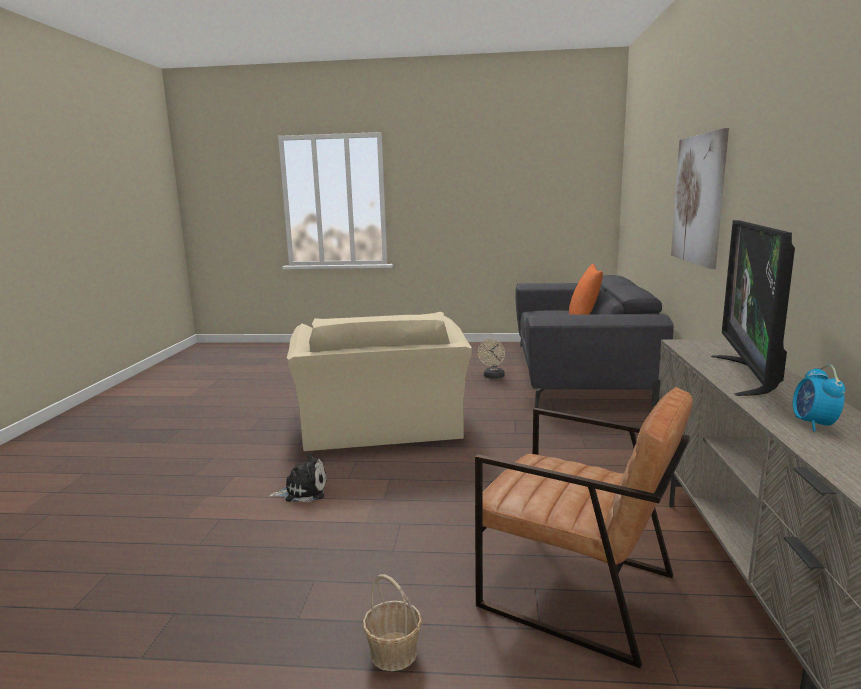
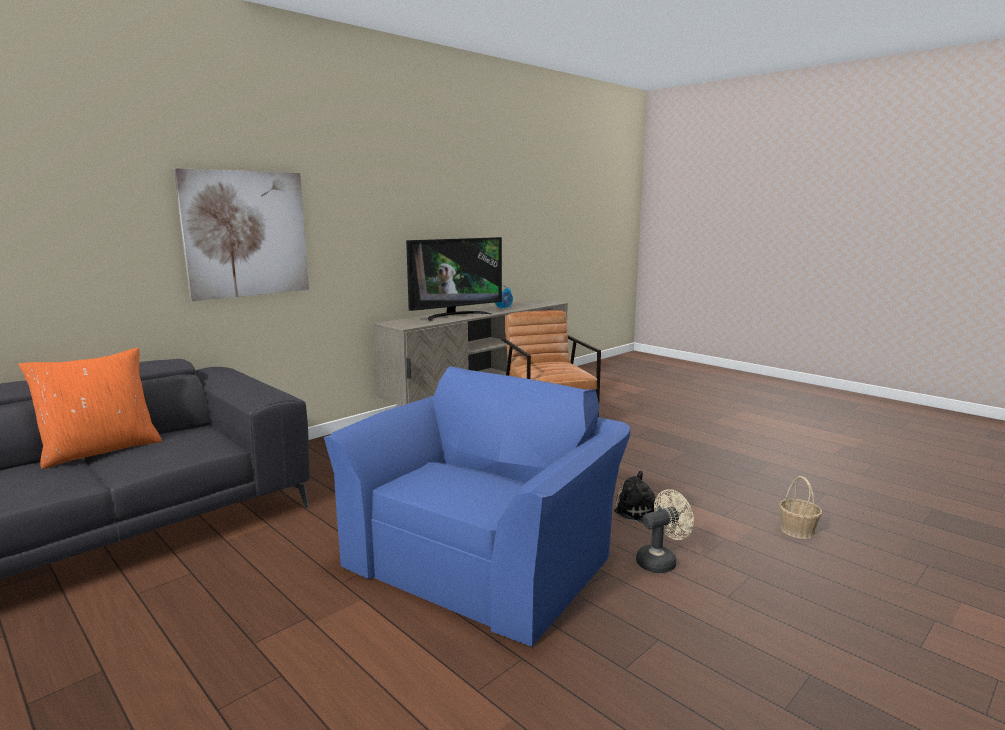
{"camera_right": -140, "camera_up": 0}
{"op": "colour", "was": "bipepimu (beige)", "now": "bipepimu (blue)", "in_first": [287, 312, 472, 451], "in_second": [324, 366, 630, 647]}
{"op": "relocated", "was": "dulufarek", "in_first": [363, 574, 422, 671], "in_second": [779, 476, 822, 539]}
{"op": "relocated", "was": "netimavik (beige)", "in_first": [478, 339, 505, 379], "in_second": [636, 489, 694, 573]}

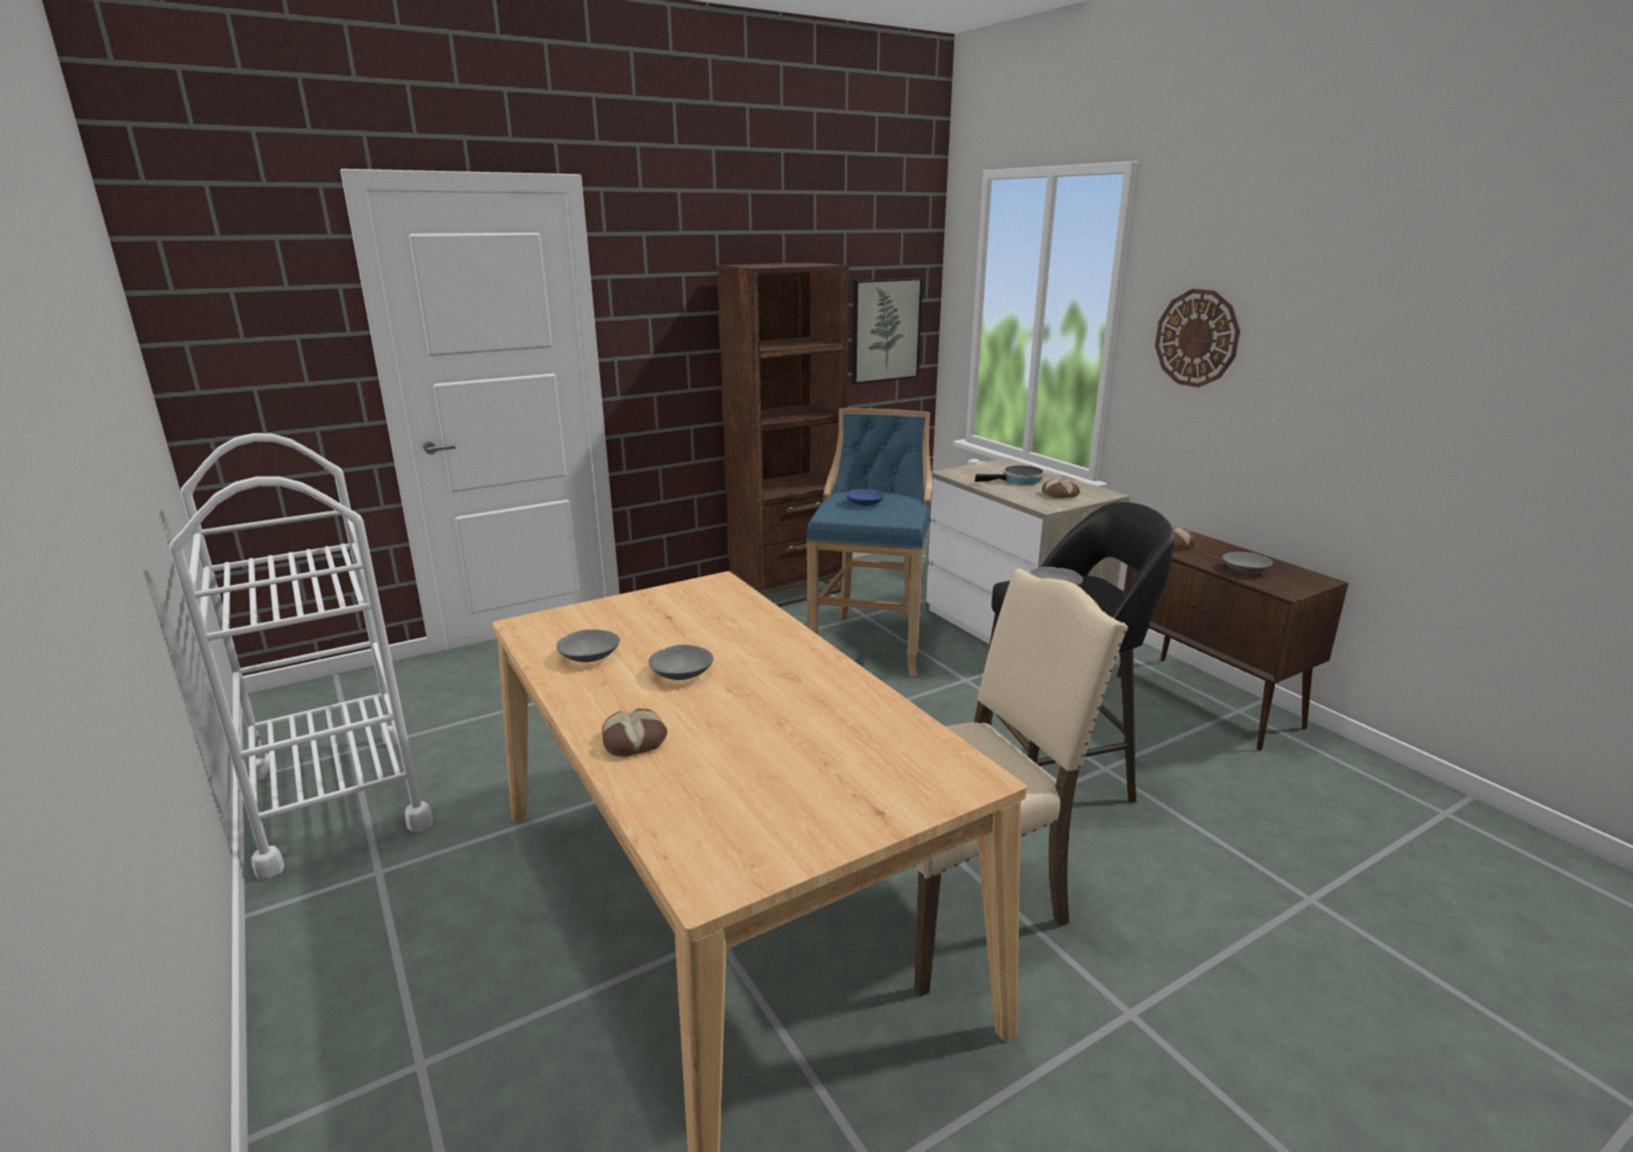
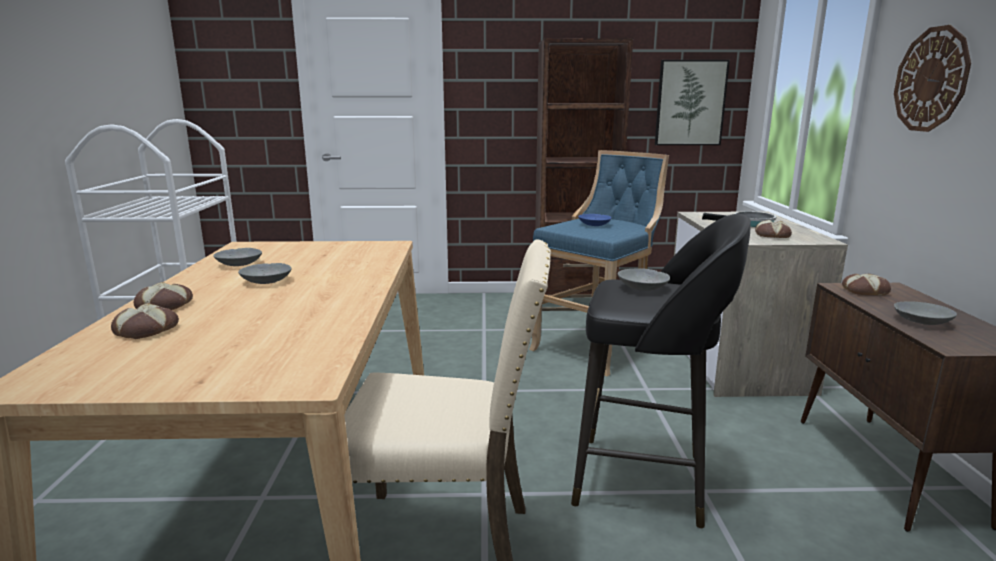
{"camera_right": 30, "camera_up": -5}
{"op": "appeared", "now": "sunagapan", "in_second": [111, 303, 179, 339]}

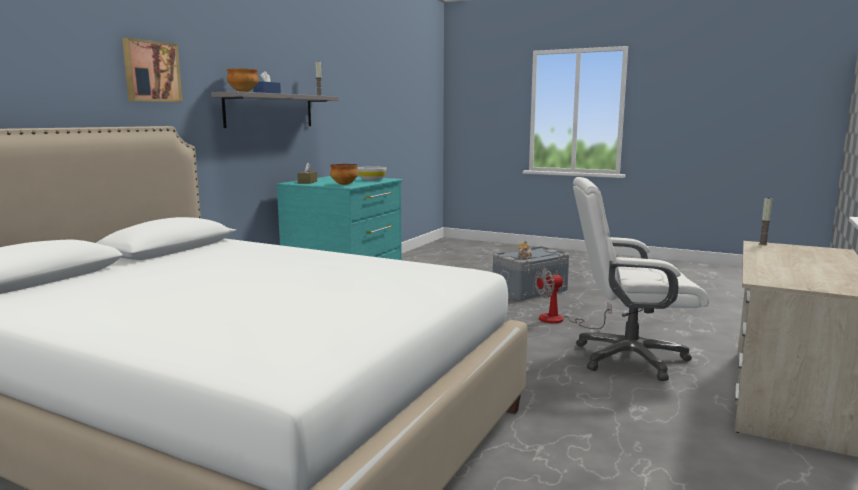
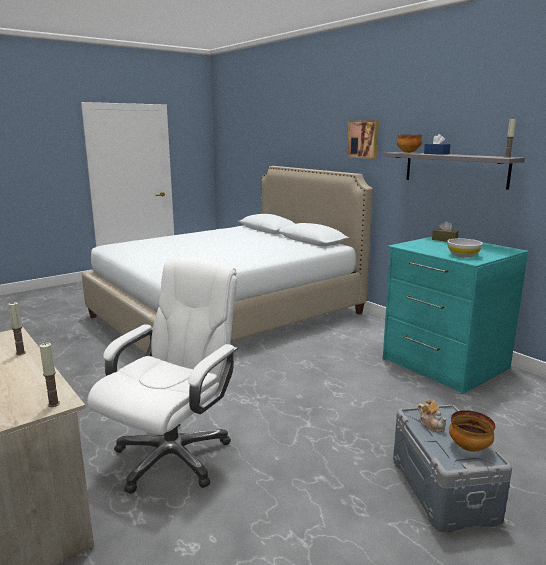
{"camera_right": 115, "camera_up": 5}
{"op": "relocated", "was": "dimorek", "in_first": [330, 164, 358, 185], "in_second": [449, 410, 495, 452]}
{"op": "missing", "was": "netimavik", "in_first": [534, 268, 612, 329]}
{"op": "appeared", "now": "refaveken", "in_second": [8, 302, 26, 355]}

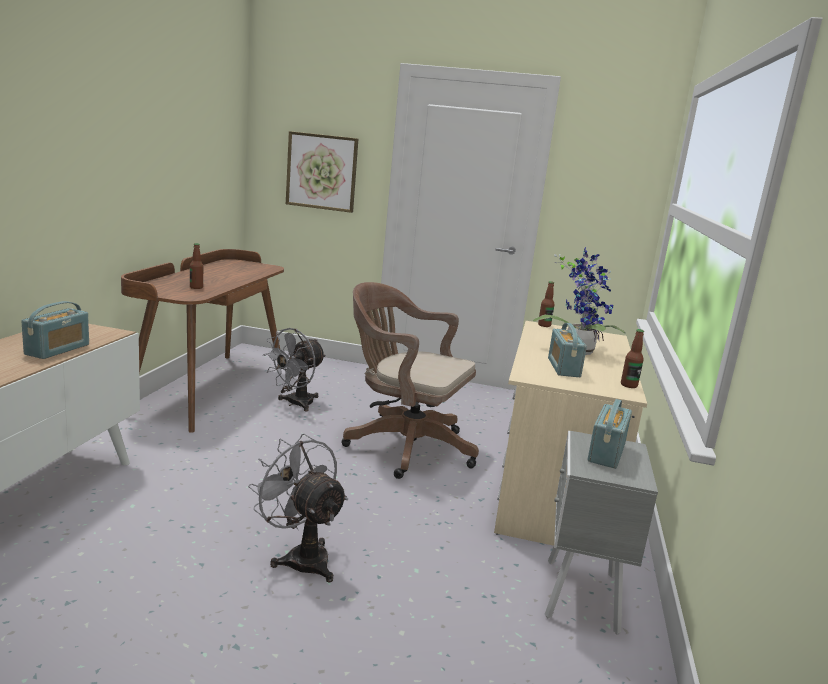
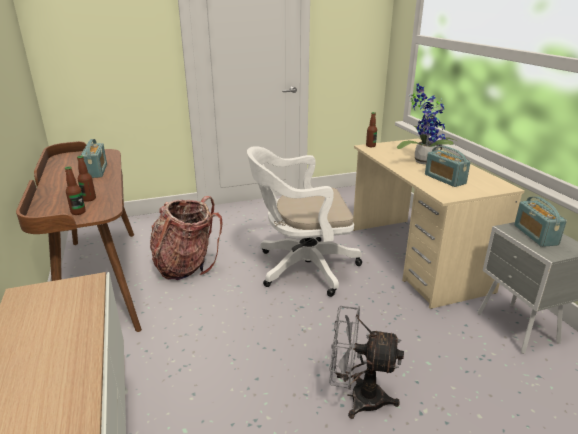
{"camera_right": -30, "camera_up": 10}
{"op": "relocated", "was": "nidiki", "in_first": [21, 301, 89, 359], "in_second": [80, 139, 107, 178]}
{"op": "exchanged", "was": "netimavik (grey)", "now": "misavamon", "in_first": [263, 328, 326, 411], "in_second": [150, 196, 223, 280]}
{"op": "missing", "was": "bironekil", "in_first": [286, 131, 358, 213]}
{"op": "colour", "was": "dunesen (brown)", "now": "dunesen (white)", "in_first": [341, 282, 479, 479], "in_second": [247, 146, 362, 297]}
{"op": "relocated", "was": "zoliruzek", "in_first": [621, 329, 644, 388], "in_second": [65, 167, 86, 215]}

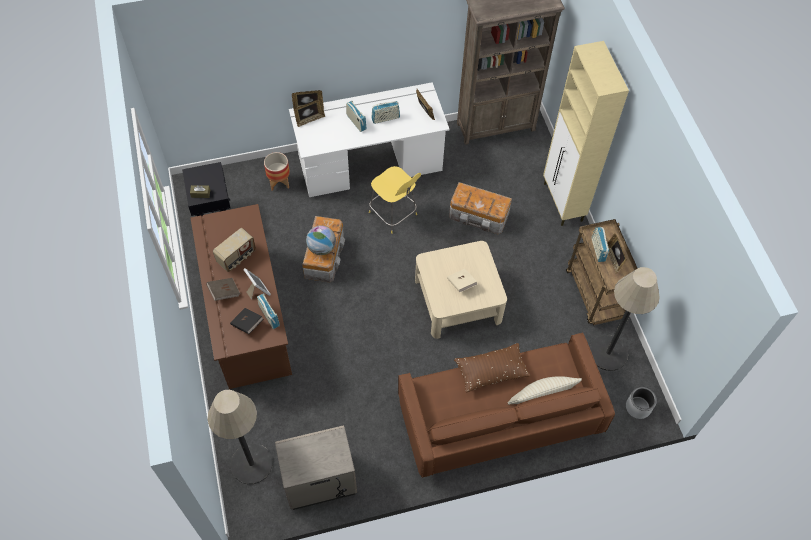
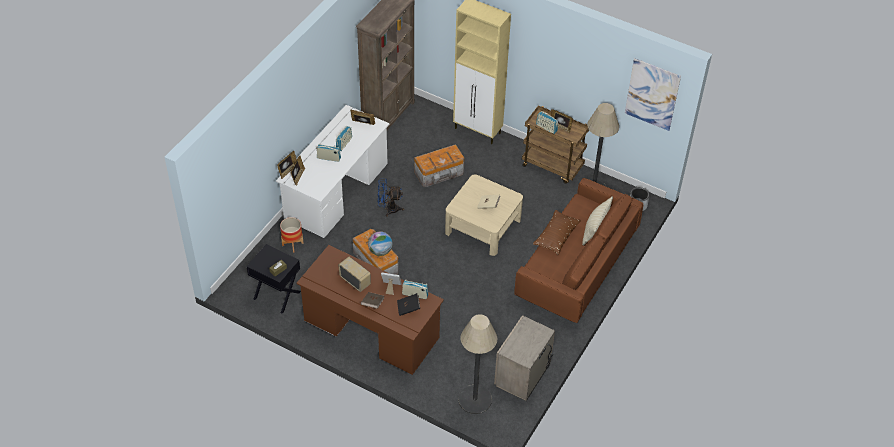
{"camera_right": -45, "camera_up": -10}
{"op": "spun", "was": "nidiki", "in_first": [213, 228, 256, 272], "in_second": [338, 257, 371, 292], "clockwise": -45}
{"op": "exchanged", "was": "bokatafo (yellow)", "now": "netimavik (blue)", "in_first": [369, 166, 421, 234], "in_second": [378, 179, 404, 217]}
{"op": "appeared", "now": "bironekil", "in_second": [625, 58, 681, 131]}

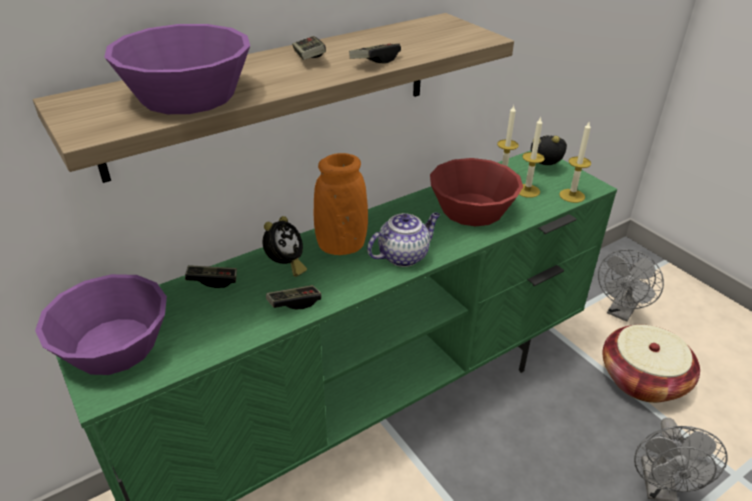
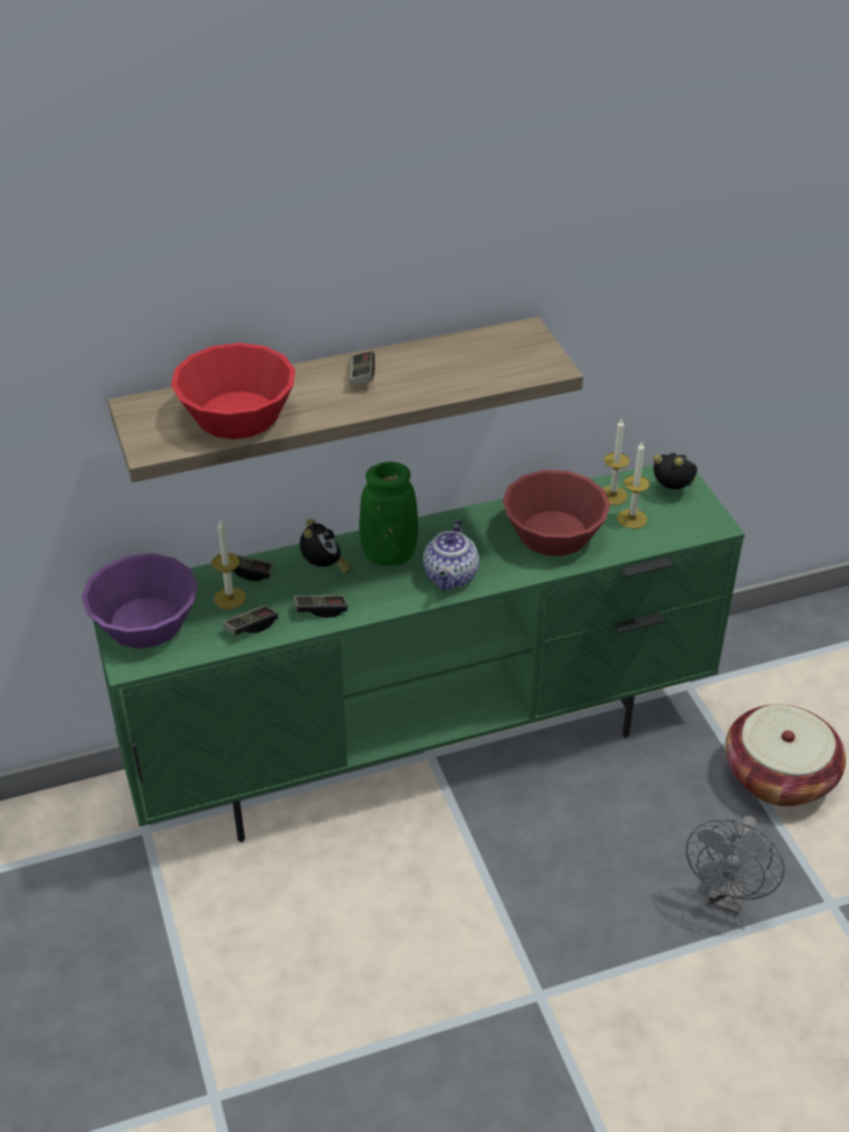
{"camera_right": 15, "camera_up": 5}
{"op": "colour", "was": "dimorek (purple)", "now": "dimorek (red)", "in_first": [104, 24, 250, 114], "in_second": [171, 343, 295, 439]}
{"op": "spun", "was": "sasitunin", "in_first": [262, 216, 307, 277], "in_second": [300, 519, 350, 574], "clockwise": -45}
{"op": "colour", "was": "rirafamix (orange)", "now": "rirafamix (green)", "in_first": [314, 153, 368, 255], "in_second": [359, 462, 418, 566]}
{"op": "relocated", "was": "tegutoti", "in_first": [349, 43, 401, 64], "in_second": [222, 605, 278, 635]}
{"op": "spun", "was": "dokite", "in_first": [367, 213, 440, 267], "in_second": [423, 520, 479, 591], "clockwise": 120}
{"op": "relocated", "was": "refaveken", "in_first": [559, 122, 591, 203], "in_second": [212, 519, 246, 610]}
{"op": "missing", "was": "netimavik (grey)", "in_first": [598, 249, 664, 322]}

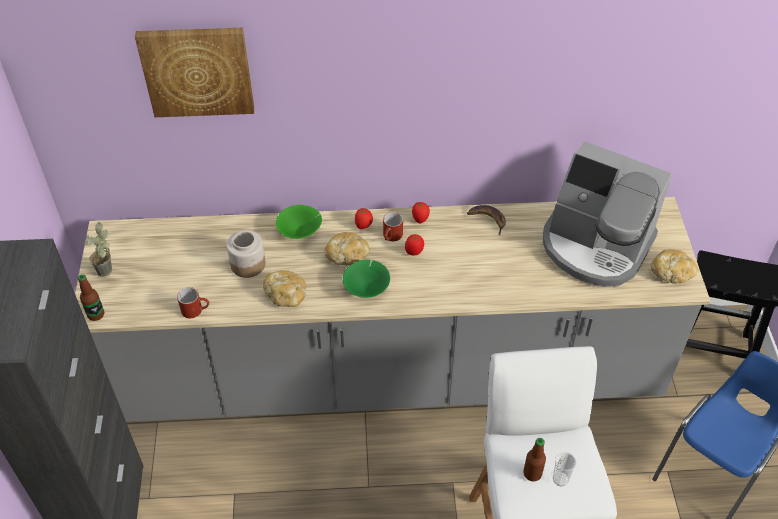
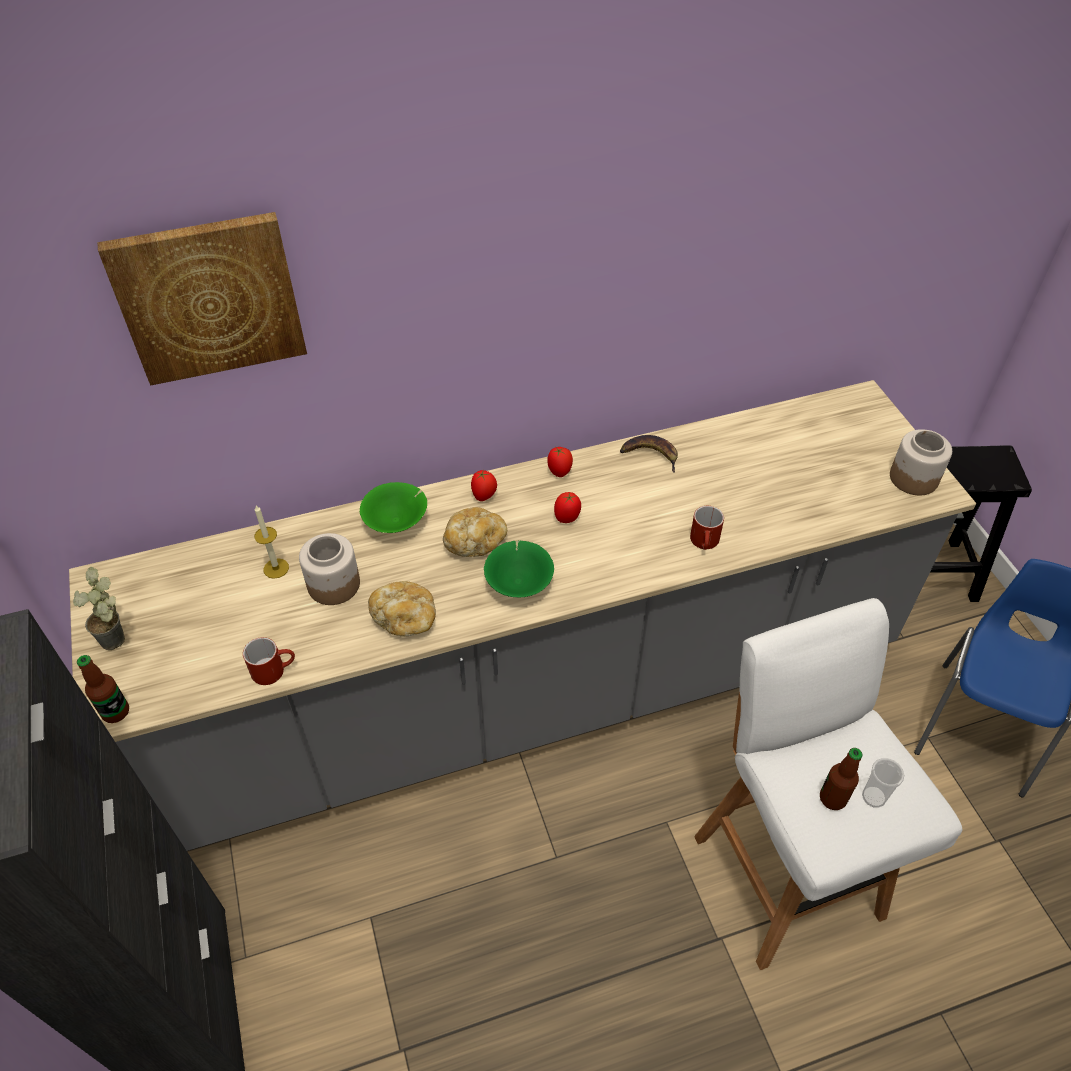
{"camera_right": -15, "camera_up": 0}
{"op": "relocated", "was": "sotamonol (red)", "in_first": [383, 212, 403, 241], "in_second": [690, 506, 724, 550]}
{"op": "missing", "was": "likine", "in_first": [543, 141, 672, 287]}
{"op": "exchanged", "was": "sunagapan", "now": "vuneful", "in_first": [651, 249, 697, 284], "in_second": [890, 429, 952, 495]}
{"op": "appeared", "now": "refaveken", "in_second": [254, 505, 289, 579]}

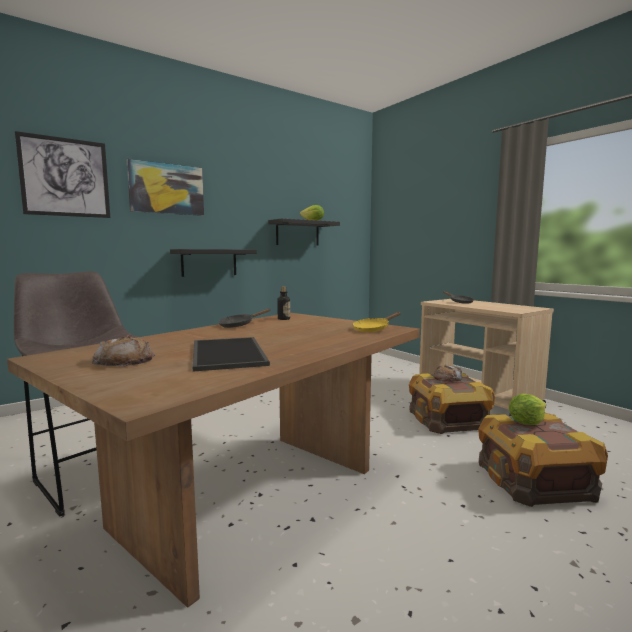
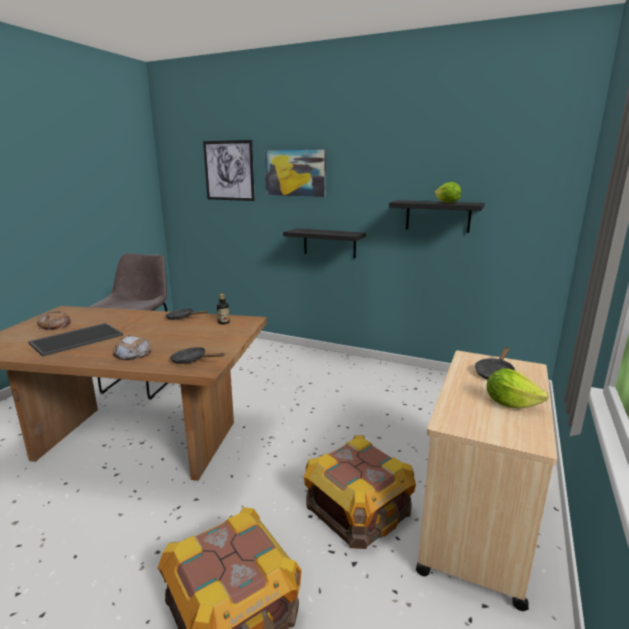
{"camera_right": 60, "camera_up": 10}
{"op": "colour", "was": "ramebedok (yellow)", "now": "ramebedok (black)", "in_first": [353, 312, 401, 332], "in_second": [170, 347, 224, 364]}
{"op": "relocated", "was": "sunagapan", "in_first": [434, 365, 462, 382], "in_second": [113, 335, 152, 360]}
{"op": "relocated", "was": "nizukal", "in_first": [509, 394, 546, 425], "in_second": [487, 369, 549, 409]}

